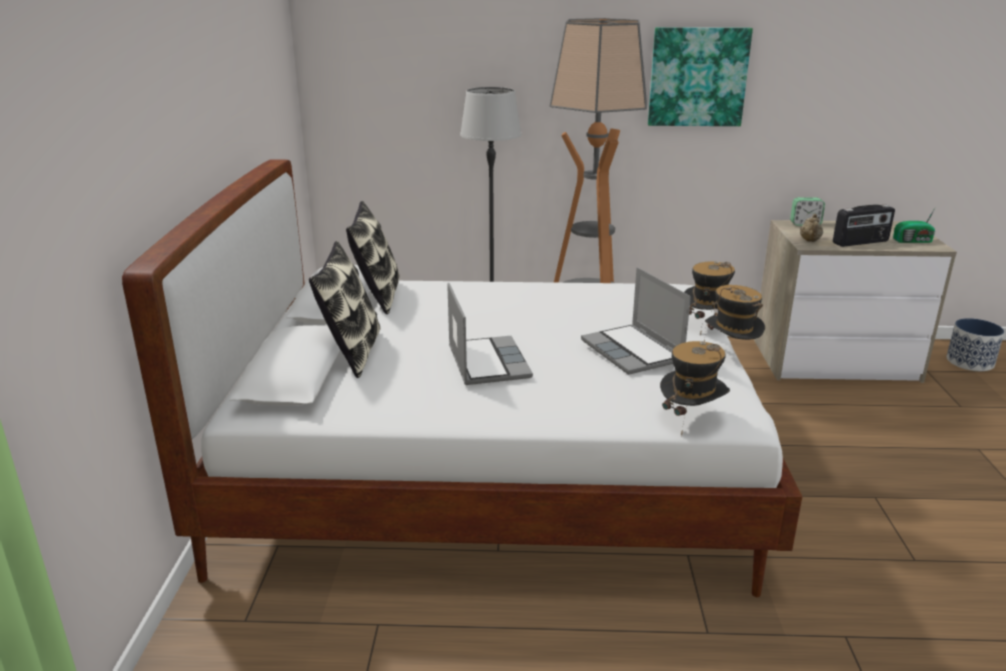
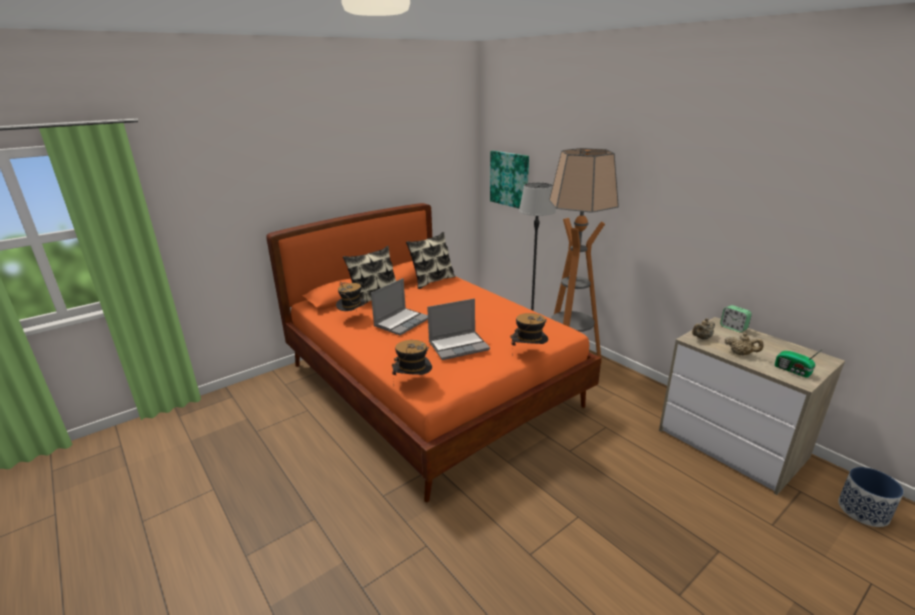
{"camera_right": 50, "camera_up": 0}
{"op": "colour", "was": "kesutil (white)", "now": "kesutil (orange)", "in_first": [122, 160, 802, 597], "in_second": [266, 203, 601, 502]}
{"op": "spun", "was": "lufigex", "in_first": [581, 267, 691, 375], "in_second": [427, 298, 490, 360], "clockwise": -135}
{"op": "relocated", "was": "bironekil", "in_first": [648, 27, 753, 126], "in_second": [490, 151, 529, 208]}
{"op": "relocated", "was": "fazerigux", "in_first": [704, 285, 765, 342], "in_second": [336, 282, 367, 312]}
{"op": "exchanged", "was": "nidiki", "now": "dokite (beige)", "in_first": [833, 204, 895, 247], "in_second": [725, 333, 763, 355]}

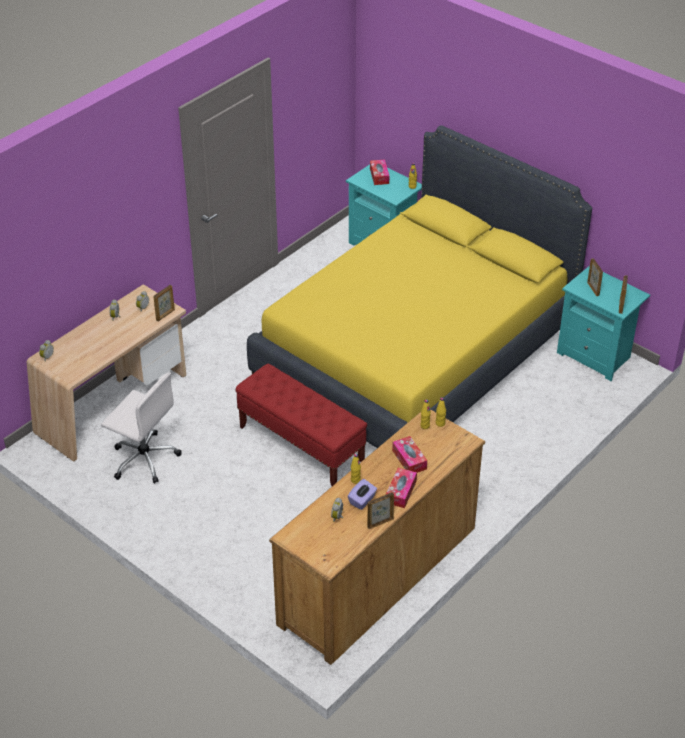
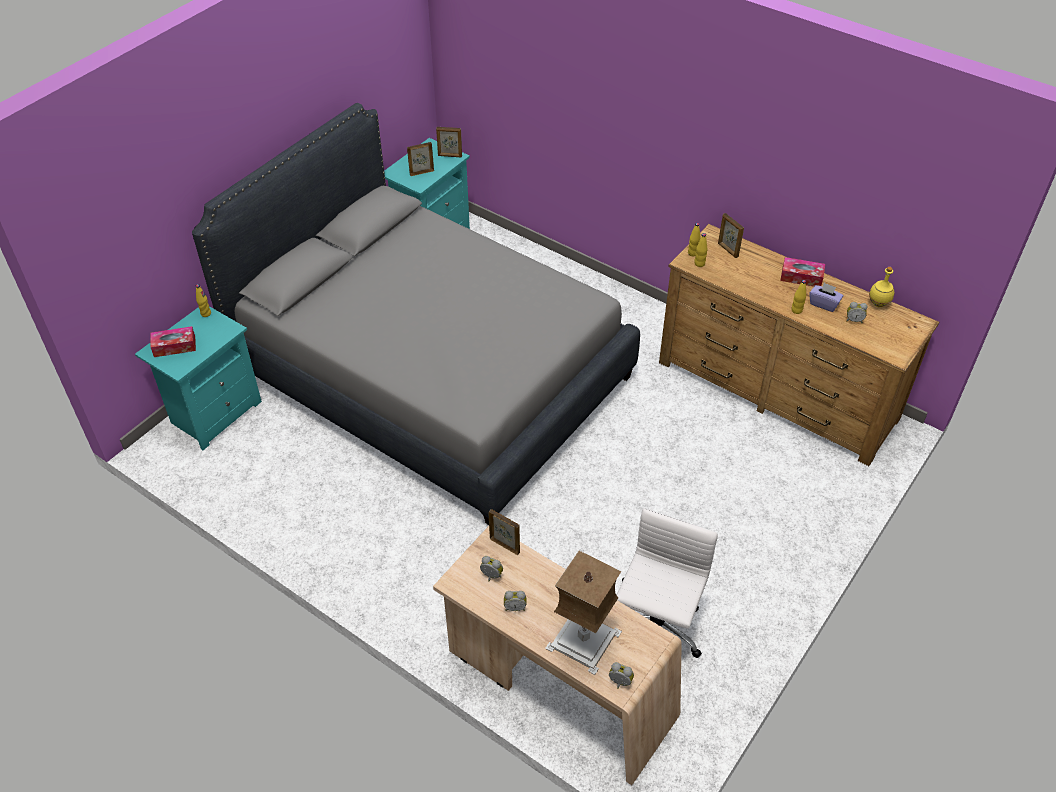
{"camera_right": -95, "camera_up": 5}
{"op": "missing", "was": "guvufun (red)", "in_first": [236, 364, 367, 486]}
{"op": "colour", "was": "kesutil (yellow)", "now": "kesutil (grey)", "in_first": [247, 125, 592, 448], "in_second": [192, 103, 640, 525]}
{"op": "relocated", "was": "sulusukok", "in_first": [367, 492, 394, 529], "in_second": [718, 213, 744, 258]}
{"op": "missing", "was": "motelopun", "in_first": [392, 436, 427, 473]}
{"op": "appeared", "now": "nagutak", "in_second": [545, 551, 622, 675]}
{"op": "appeared", "now": "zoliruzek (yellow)", "in_second": [869, 267, 894, 307]}

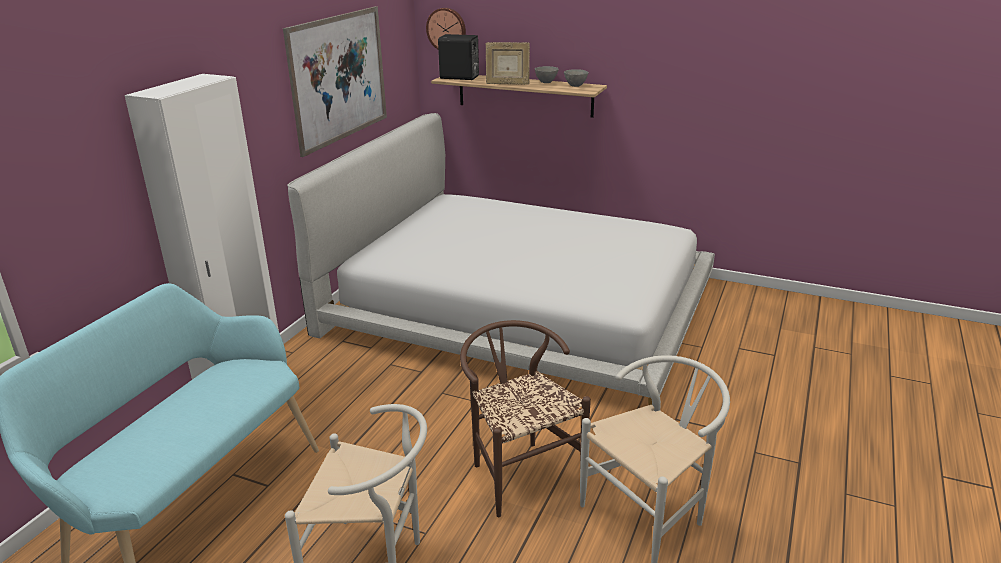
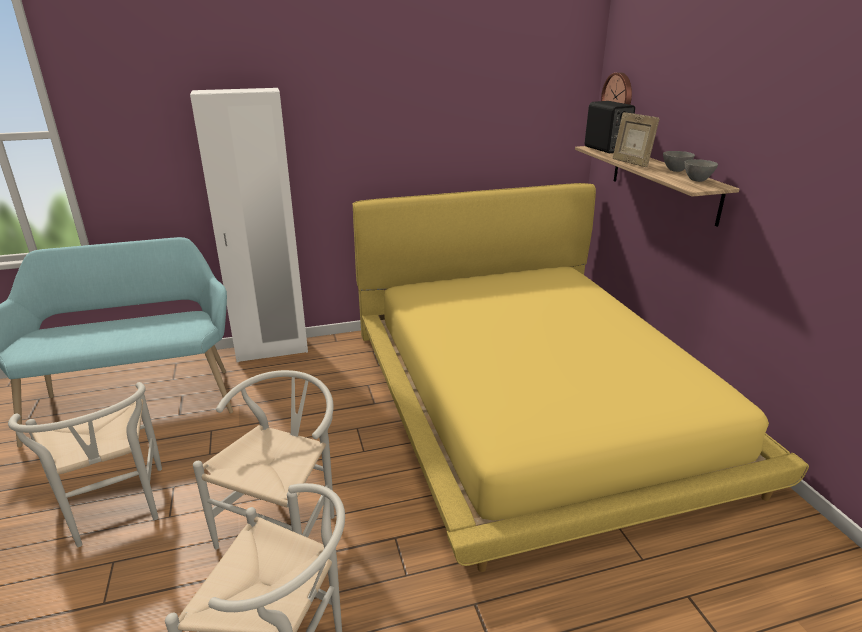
{"camera_right": 50, "camera_up": 0}
{"op": "missing", "was": "bironekil", "in_first": [283, 6, 387, 157]}
{"op": "colour", "was": "kesutil (white)", "now": "kesutil (yellow)", "in_first": [287, 113, 715, 405], "in_second": [352, 183, 809, 572]}
{"op": "colour", "was": "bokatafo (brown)", "now": "bokatafo (white)", "in_first": [460, 320, 591, 517], "in_second": [193, 370, 334, 549]}

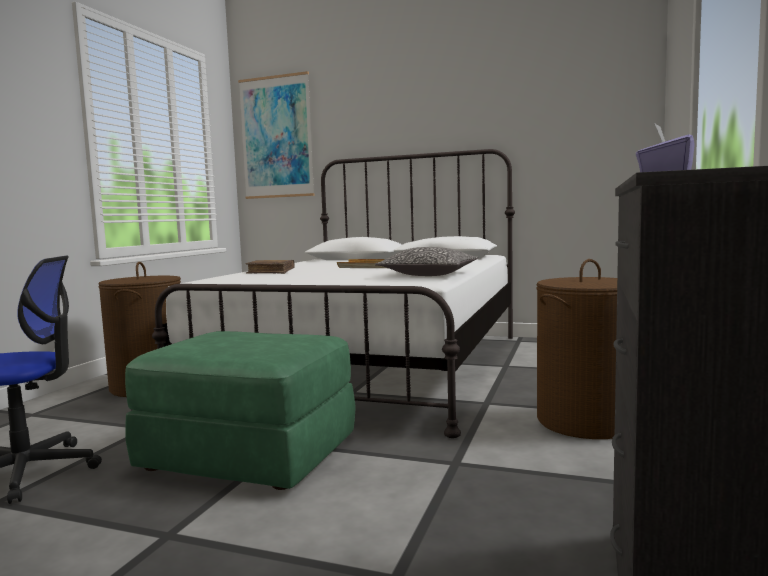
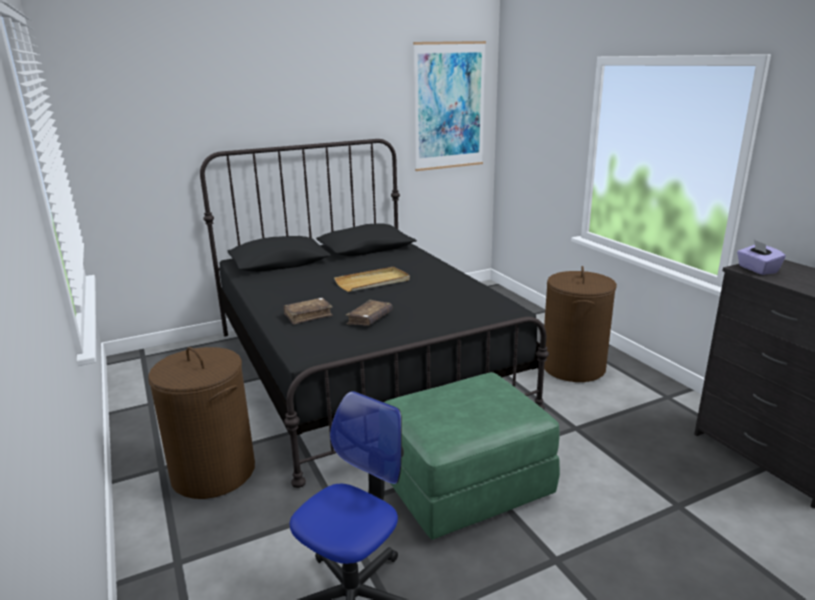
{"camera_right": -45, "camera_up": 15}
{"op": "colour", "was": "kesutil (white)", "now": "kesutil (black)", "in_first": [152, 149, 515, 438], "in_second": [200, 139, 549, 488]}
{"op": "relocated", "was": "bironekil", "in_first": [238, 71, 315, 199], "in_second": [413, 41, 486, 171]}
{"op": "missing", "was": "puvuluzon", "in_first": [375, 247, 478, 276]}
{"op": "appeared", "now": "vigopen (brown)", "in_second": [345, 300, 393, 326]}

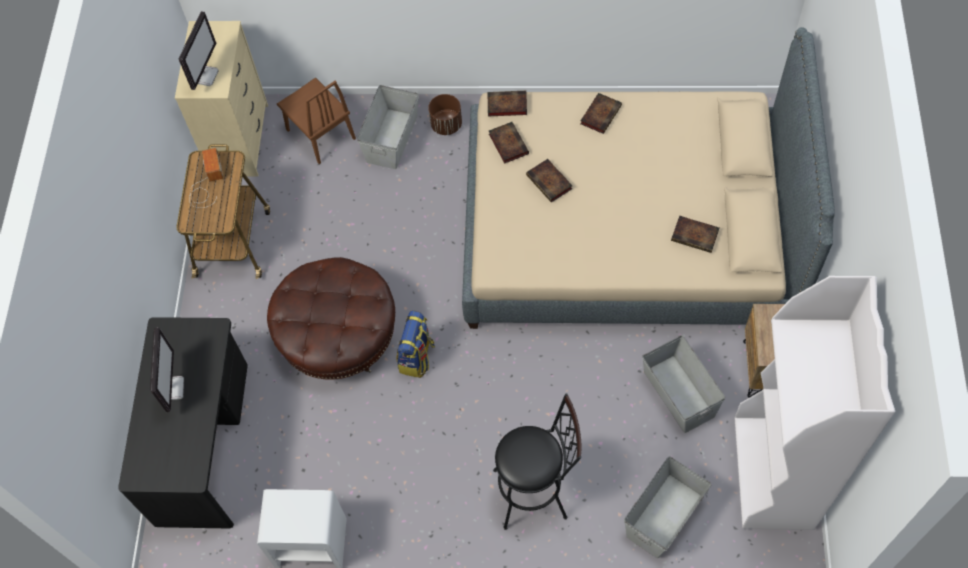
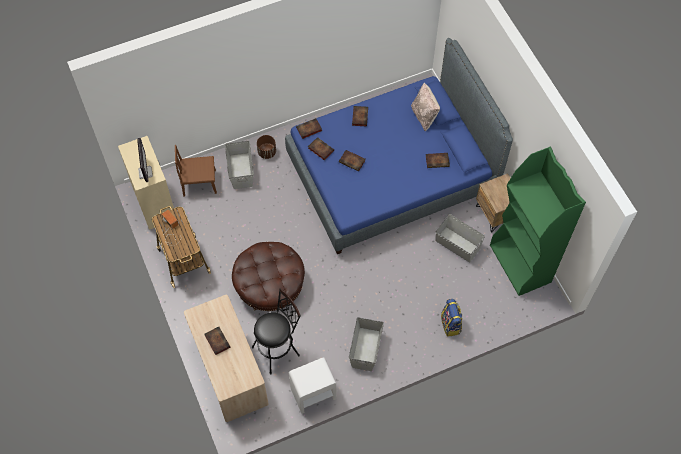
{"camera_right": -30, "camera_up": 0}
{"op": "colour", "was": "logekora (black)", "now": "logekora (beige)", "in_first": [118, 317, 248, 529], "in_second": [184, 295, 268, 422]}
{"op": "exchanged", "was": "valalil", "now": "vigopen", "in_first": [150, 327, 184, 412], "in_second": [204, 326, 230, 355]}
{"op": "spun", "was": "bokatafo (brown)", "in_first": [277, 78, 356, 164], "in_second": [175, 145, 217, 197], "clockwise": 150}
{"op": "relocated", "was": "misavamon", "in_first": [396, 310, 435, 378], "in_second": [441, 299, 462, 337]}
{"op": "colour", "was": "kesutil (beige)", "now": "kesutil (blue)", "in_first": [462, 27, 835, 329], "in_second": [285, 38, 513, 254]}
{"op": "relocated", "was": "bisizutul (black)", "in_first": [493, 394, 582, 530], "in_second": [252, 288, 301, 375]}
{"op": "relocated", "was": "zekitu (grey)", "in_first": [624, 456, 712, 558], "in_second": [349, 317, 384, 371]}
{"op": "colour", "was": "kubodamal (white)", "now": "kubodamal (green)", "in_first": [734, 276, 895, 530], "in_second": [490, 147, 586, 296]}
{"op": "appeared", "now": "puvuluzon (beige)", "in_second": [411, 83, 440, 131]}

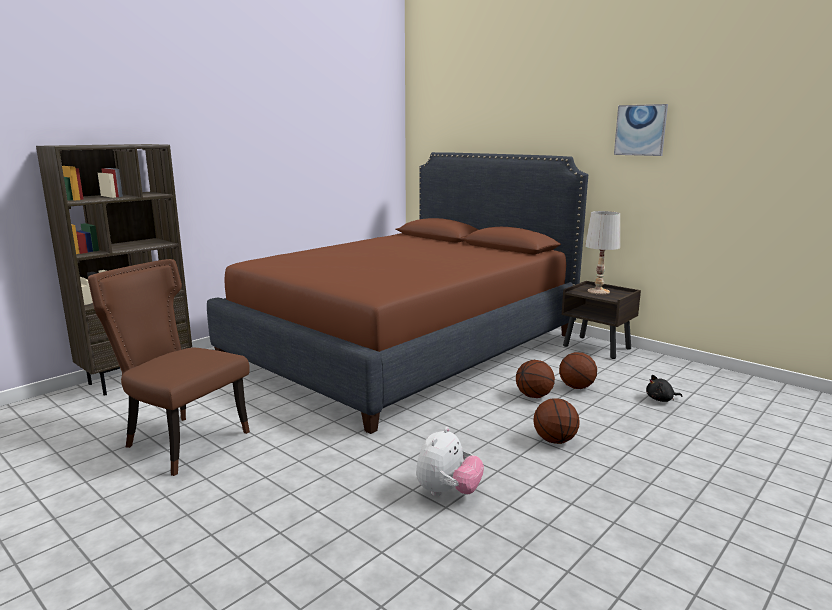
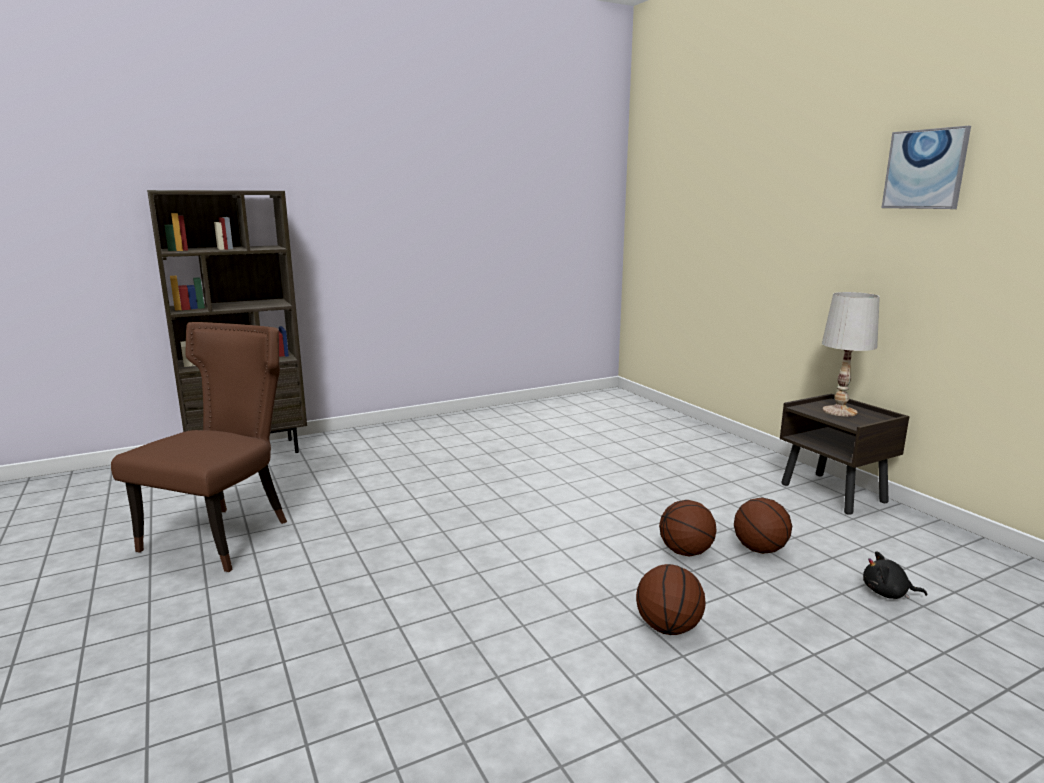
{"camera_right": 20, "camera_up": 0}
{"op": "spun", "was": "bokatafo (brown)", "in_first": [88, 259, 250, 476], "in_second": [111, 322, 287, 572], "clockwise": 60}
{"op": "missing", "was": "kesutil (brown)", "in_first": [207, 152, 588, 434]}
{"op": "missing", "was": "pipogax", "in_first": [416, 427, 484, 496]}

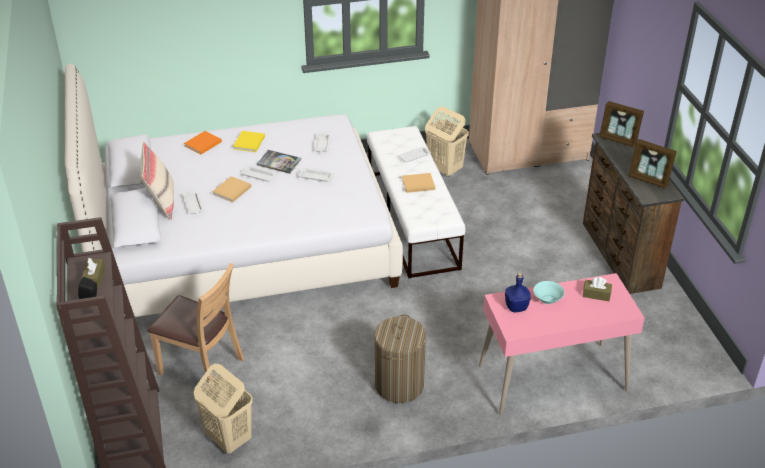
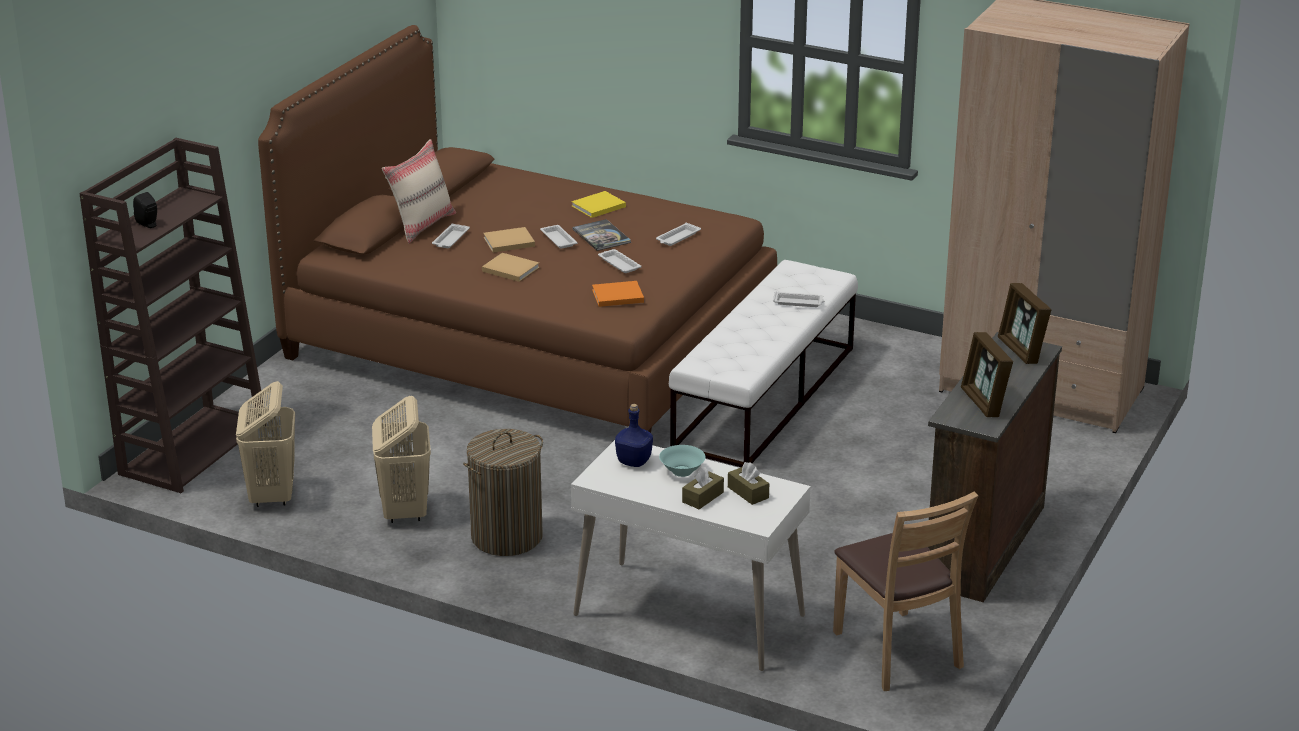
{"camera_right": 40, "camera_up": -10}
{"op": "colour", "was": "kesutil (white)", "now": "kesutil (brown)", "in_first": [64, 64, 403, 317], "in_second": [258, 25, 777, 433]}
{"op": "relocated", "was": "motelopun (brown)", "in_first": [81, 258, 105, 288], "in_second": [682, 467, 724, 509]}
{"op": "relocated", "was": "bokatafo (brown)", "in_first": [147, 263, 244, 393], "in_second": [833, 492, 979, 691]}
{"op": "relocated", "was": "vigopen (orange)", "in_first": [184, 131, 222, 155], "in_second": [592, 281, 644, 307]}
{"op": "relocated", "was": "vigopen (beige)", "in_first": [402, 173, 435, 193], "in_second": [482, 253, 540, 282]}
{"op": "relocated", "was": "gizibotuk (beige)", "in_first": [425, 107, 469, 177], "in_second": [372, 396, 431, 523]}
{"op": "colour", "was": "logekora (pink)", "now": "logekora (white)", "in_first": [479, 273, 645, 416], "in_second": [571, 440, 811, 671]}

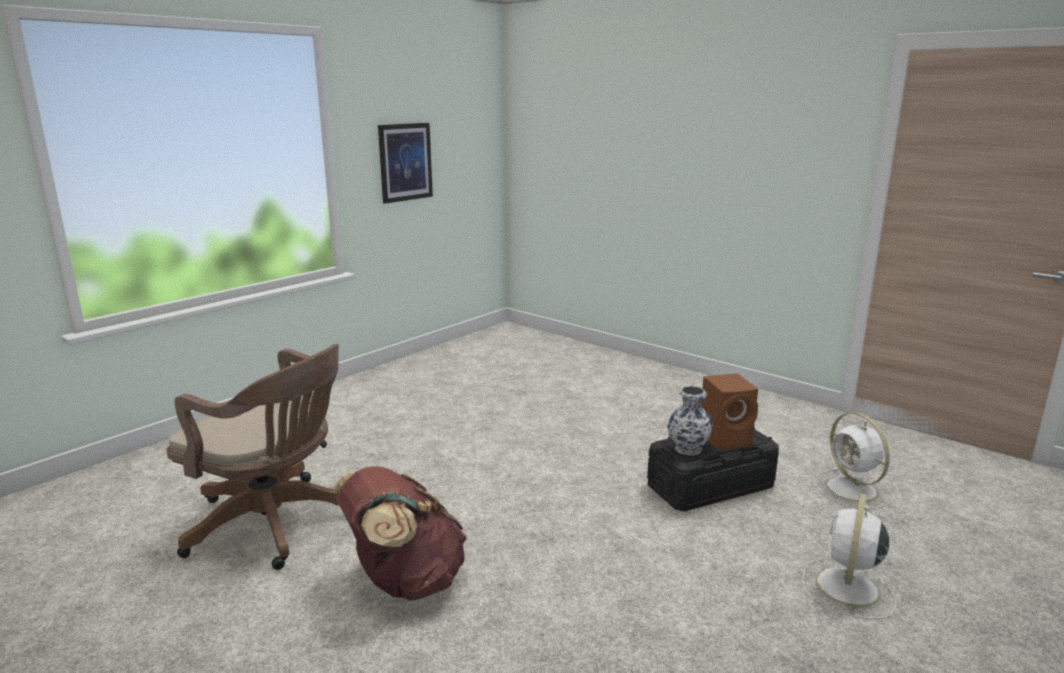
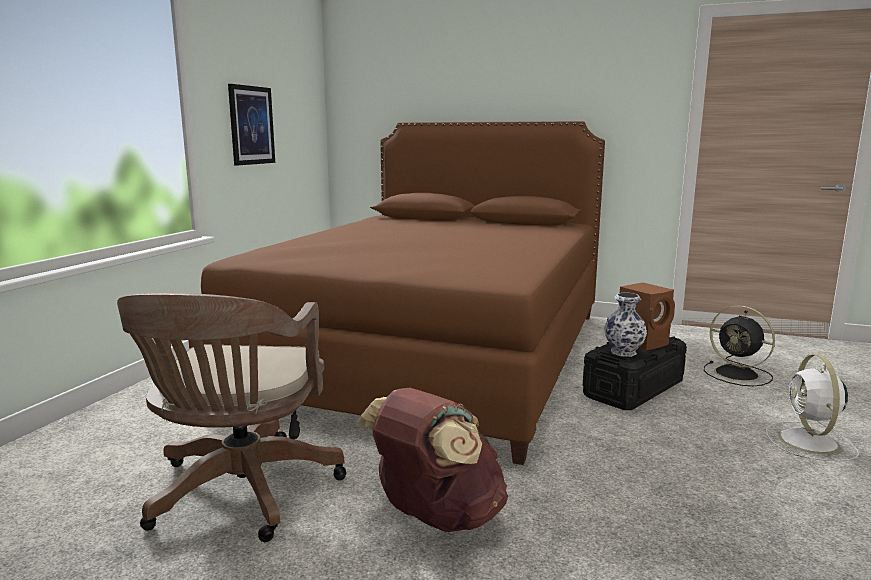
{"camera_right": -20, "camera_up": -5}
{"op": "spun", "was": "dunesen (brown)", "in_first": [167, 344, 339, 570], "in_second": [117, 293, 346, 542], "clockwise": 90}
{"op": "colour", "was": "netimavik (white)", "now": "netimavik (black)", "in_first": [815, 412, 894, 509], "in_second": [704, 306, 775, 386]}
{"op": "appeared", "now": "kesutil (brown)", "in_second": [188, 121, 605, 465]}

